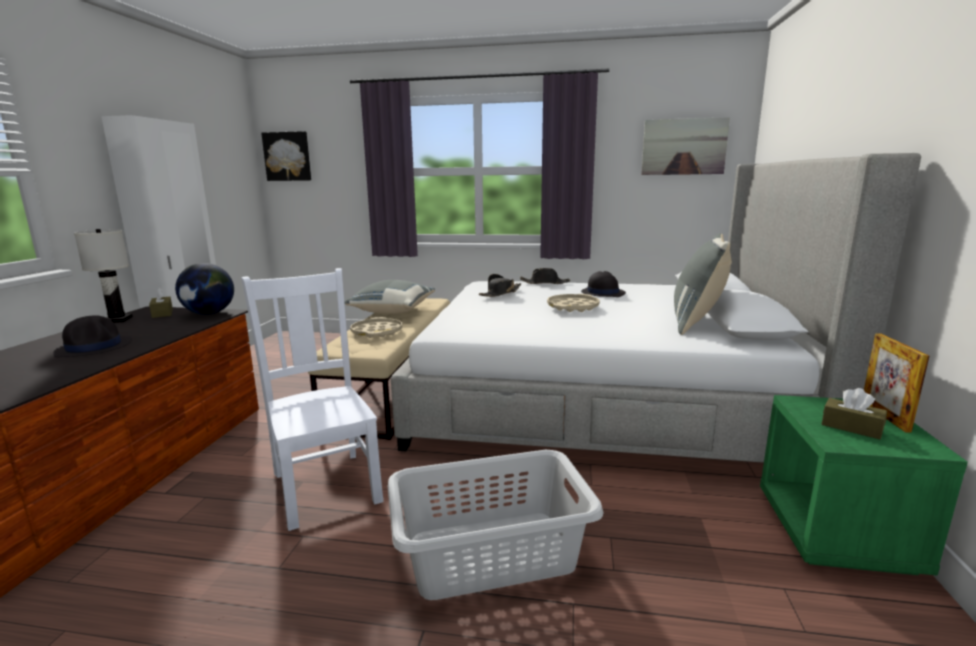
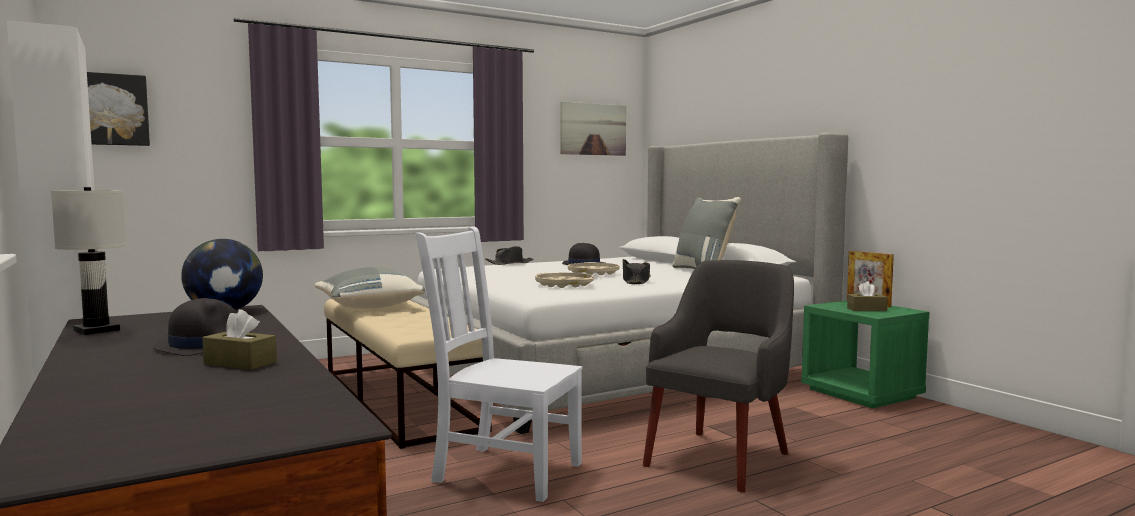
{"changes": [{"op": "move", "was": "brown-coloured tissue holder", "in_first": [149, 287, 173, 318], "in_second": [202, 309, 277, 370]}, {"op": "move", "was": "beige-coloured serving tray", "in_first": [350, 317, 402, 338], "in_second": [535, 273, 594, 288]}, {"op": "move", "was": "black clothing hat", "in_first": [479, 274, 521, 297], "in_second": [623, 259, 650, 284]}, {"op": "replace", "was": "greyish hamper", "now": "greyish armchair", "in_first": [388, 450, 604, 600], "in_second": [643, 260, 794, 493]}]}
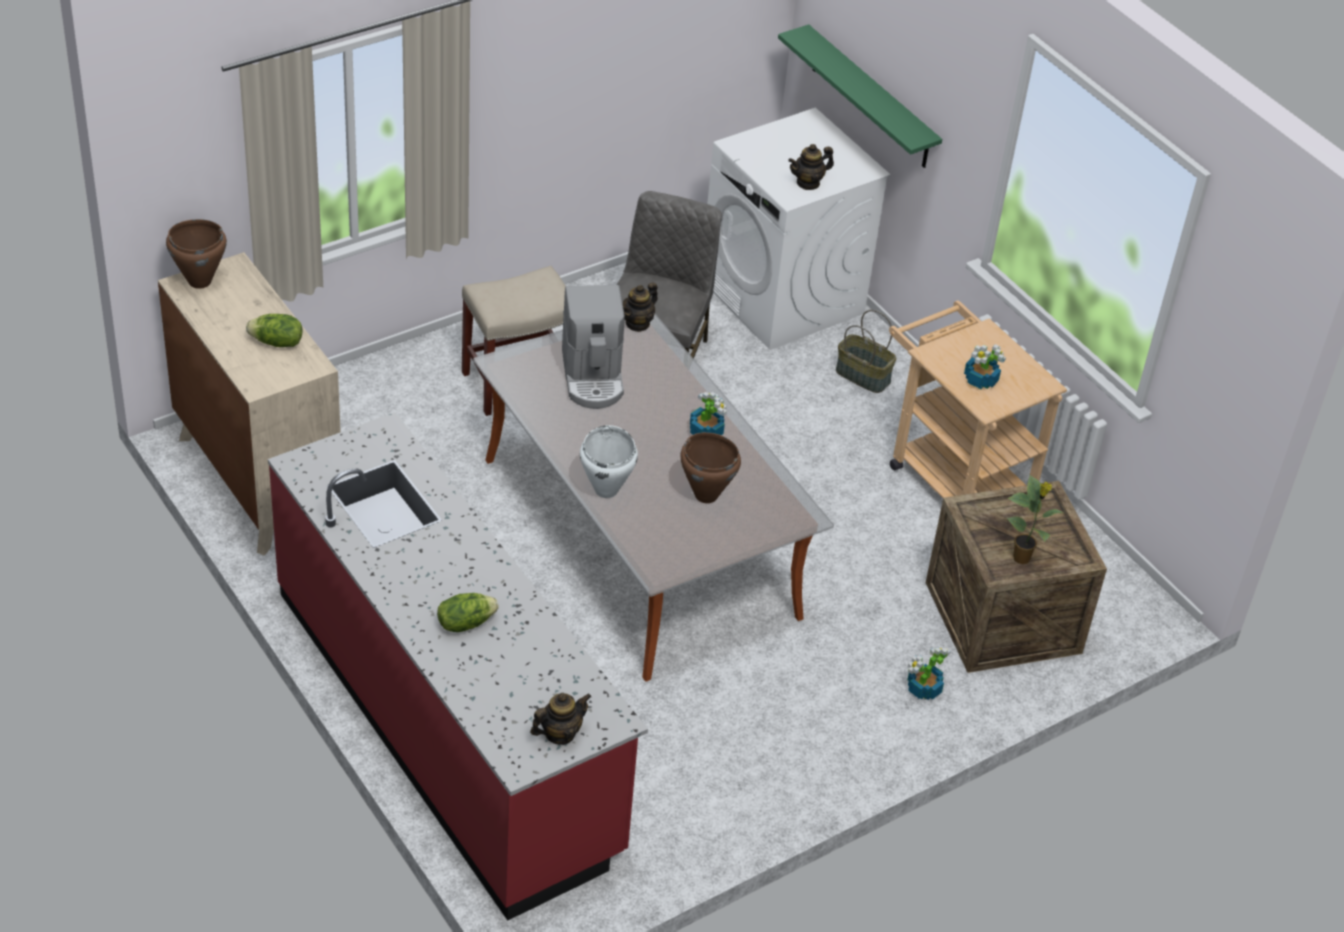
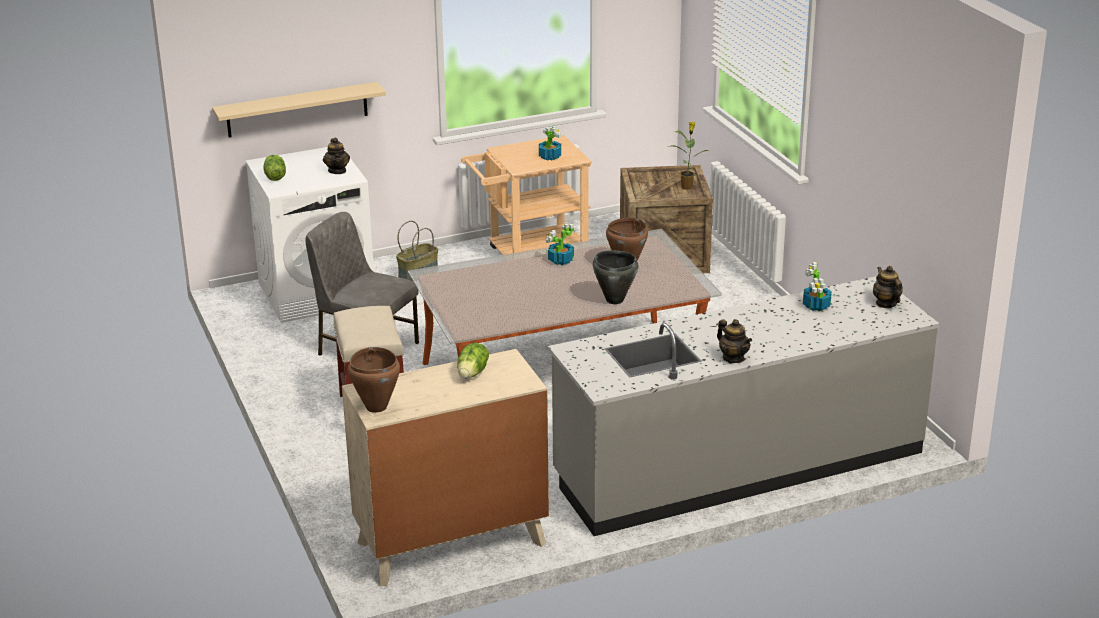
{"changes": [{"op": "delete", "was": "coffee maker", "in_first": [562, 285, 625, 409]}, {"op": "move", "was": "lettuce head", "in_first": [437, 593, 499, 632], "in_second": [263, 155, 286, 181]}, {"op": "move", "was": "teapot", "in_first": [623, 282, 658, 332], "in_second": [717, 319, 752, 363]}, {"op": "move", "was": "houseplant", "in_first": [907, 647, 951, 700], "in_second": [803, 262, 832, 311]}, {"op": "recolor", "was": "red-coloured kitchen counter", "now": "greyish kitchen counter", "in_first": [268, 412, 648, 921], "in_second": [548, 276, 940, 536]}, {"op": "recolor", "was": "whitish saucepot", "now": "black saucepot", "in_first": [580, 425, 638, 498], "in_second": [593, 251, 638, 304]}, {"op": "recolor", "was": "green bracket shelf", "now": "beige-coloured bracket shelf", "in_first": [778, 24, 942, 168], "in_second": [212, 82, 386, 137]}]}
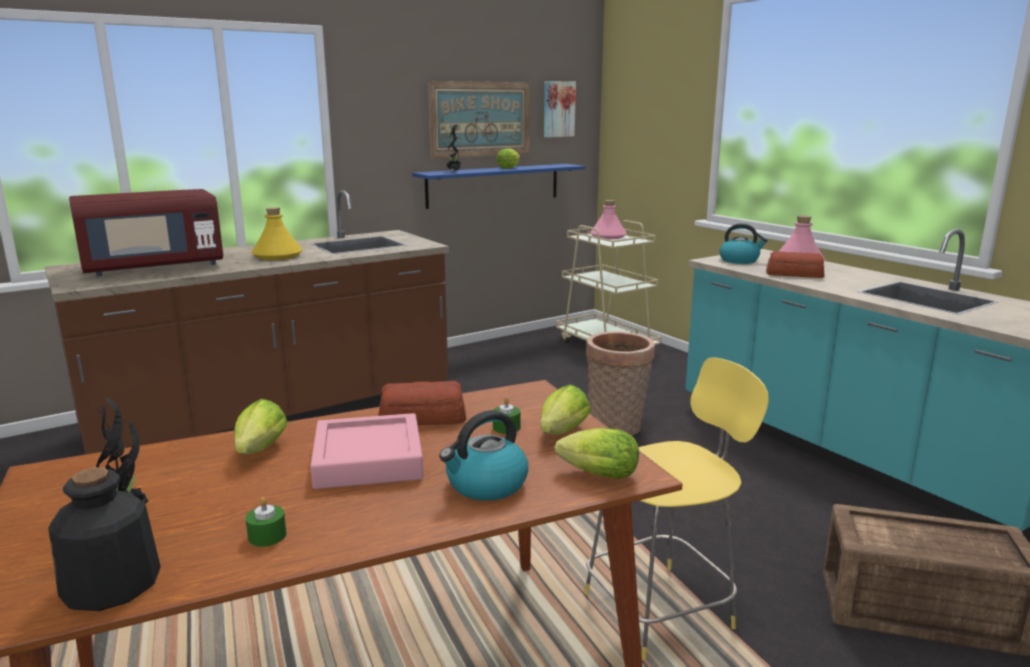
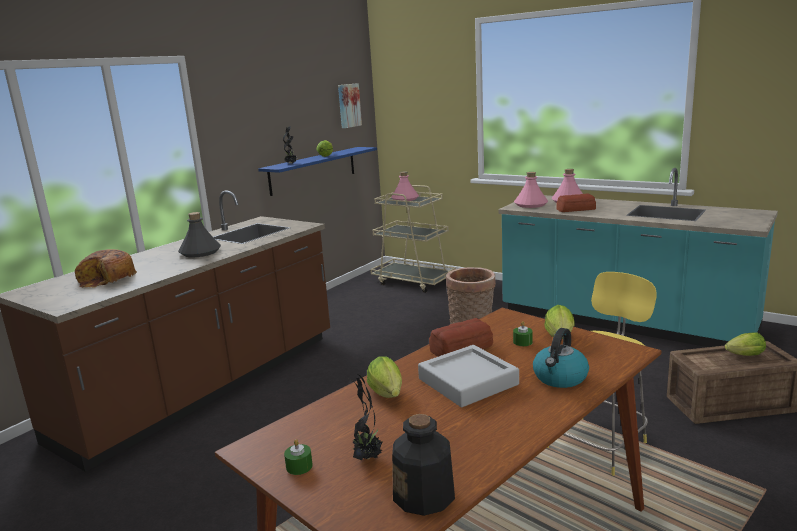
{"changes": [{"op": "delete", "was": "wall picture", "in_first": [428, 81, 530, 159]}, {"op": "move", "was": "green candle", "in_first": [246, 497, 287, 547], "in_second": [284, 439, 313, 475]}, {"op": "move", "was": "lettuce head", "in_first": [555, 428, 639, 479], "in_second": [725, 332, 766, 356]}, {"op": "replace", "was": "red-coloured kitchen microwave", "now": "bakery bread", "in_first": [69, 189, 223, 276], "in_second": [75, 249, 137, 288]}, {"op": "replace", "was": "water kettle", "now": "pink-coloured drink bottle", "in_first": [719, 223, 768, 264], "in_second": [514, 172, 548, 208]}, {"op": "recolor", "was": "yellowish drink bottle", "now": "greyish drink bottle", "in_first": [251, 207, 303, 260], "in_second": [178, 212, 221, 258]}, {"op": "recolor", "was": "pink-coloured serving tray", "now": "greyish serving tray", "in_first": [310, 413, 423, 489], "in_second": [418, 345, 519, 407]}]}
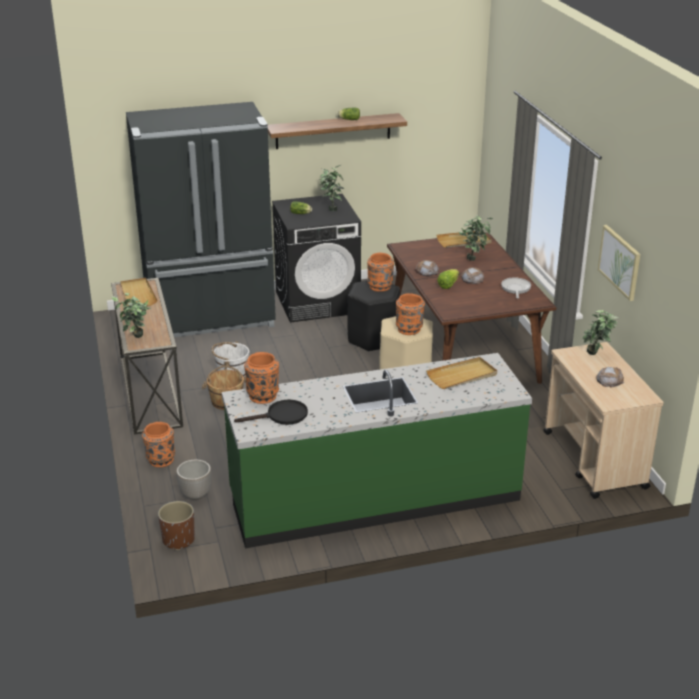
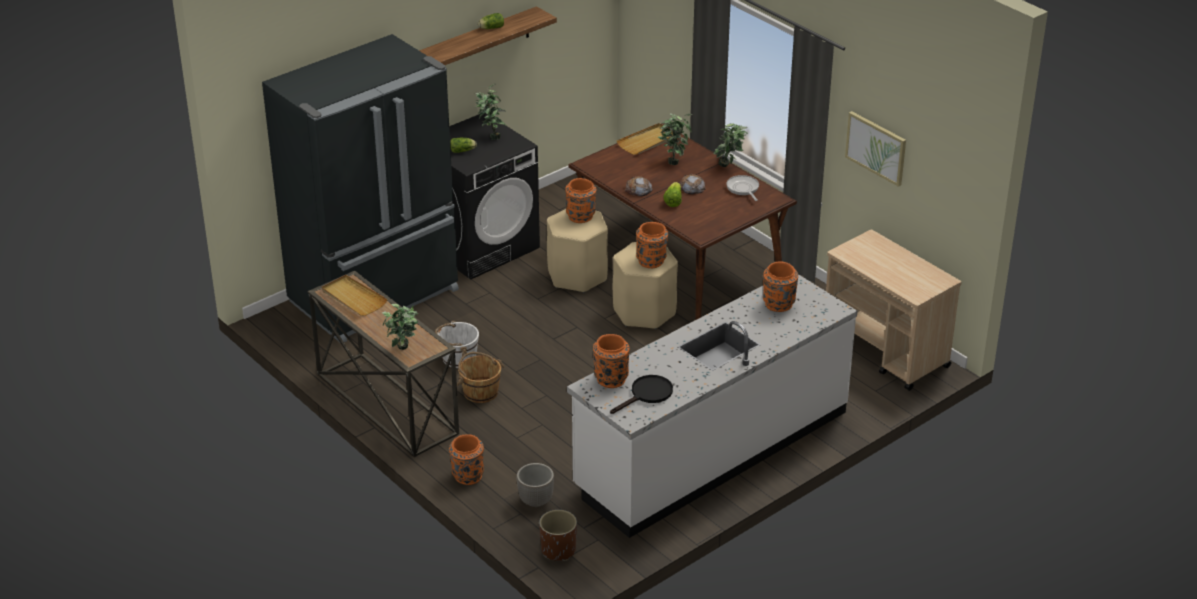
{"changes": [{"op": "delete", "was": "bakery bread", "in_first": [597, 367, 624, 388]}, {"op": "move", "was": "houseplant", "in_first": [581, 310, 619, 355], "in_second": [713, 123, 748, 167]}, {"op": "replace", "was": "beige-coloured serving tray", "now": "orange flower vase", "in_first": [426, 357, 497, 389], "in_second": [763, 261, 798, 312]}, {"op": "recolor", "was": "green kitchen counter", "now": "whitish kitchen counter", "in_first": [222, 353, 532, 548], "in_second": [567, 274, 857, 538]}, {"op": "recolor", "was": "black sitting stool", "now": "beige-coloured sitting stool", "in_first": [347, 281, 400, 352], "in_second": [547, 209, 608, 293]}]}
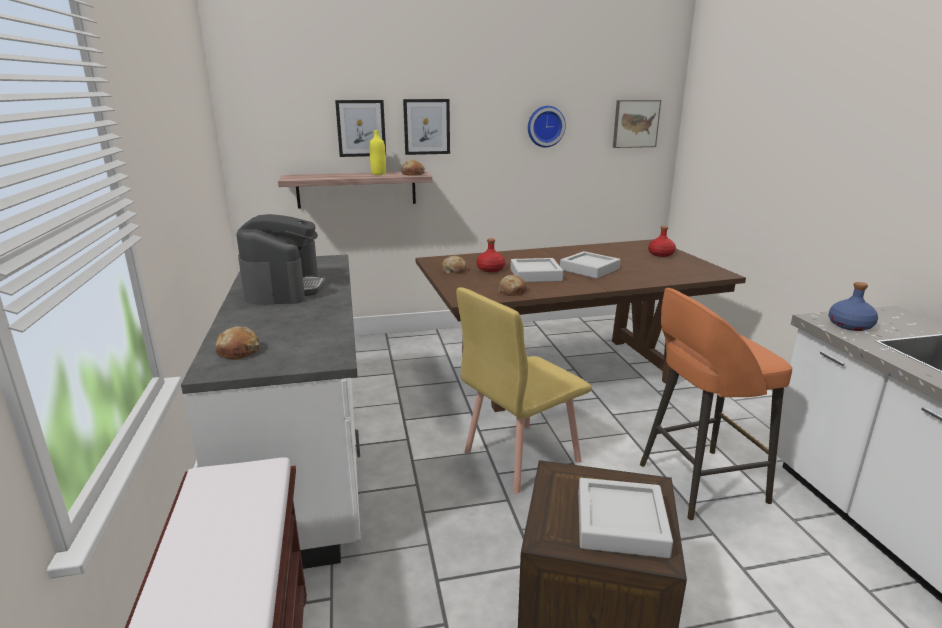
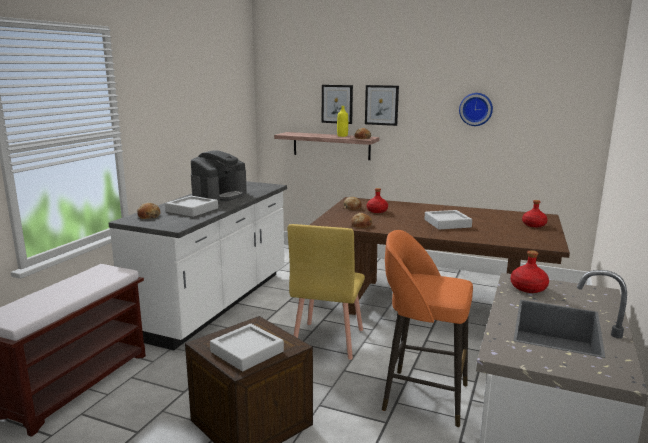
{"changes": [{"op": "delete", "was": "wall picture", "in_first": [613, 100, 661, 148]}, {"op": "move", "was": "greyish serving tray", "in_first": [510, 258, 563, 282], "in_second": [165, 196, 218, 217]}, {"op": "recolor", "was": "blue-coloured drink bottle", "now": "red-coloured drink bottle", "in_first": [829, 282, 878, 331], "in_second": [510, 250, 549, 293]}, {"op": "rotate", "was": "yellowish upright chair", "in_first": [456, 287, 592, 494], "in_second": [288, 224, 365, 360], "clockwise": -75}]}
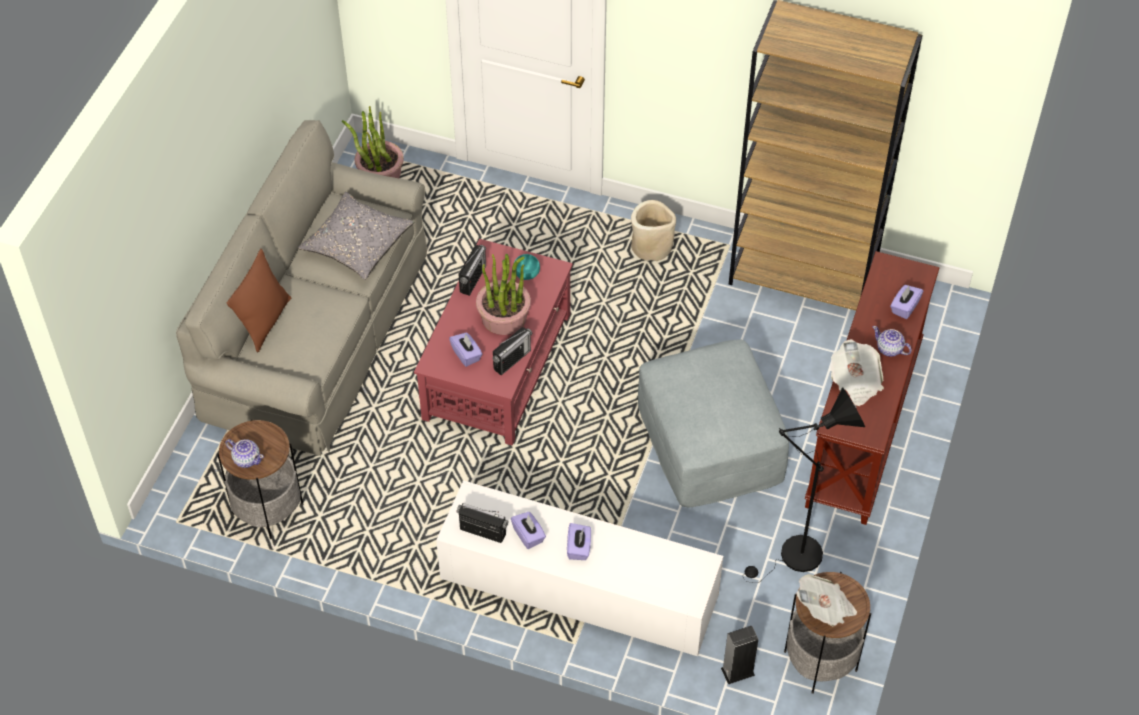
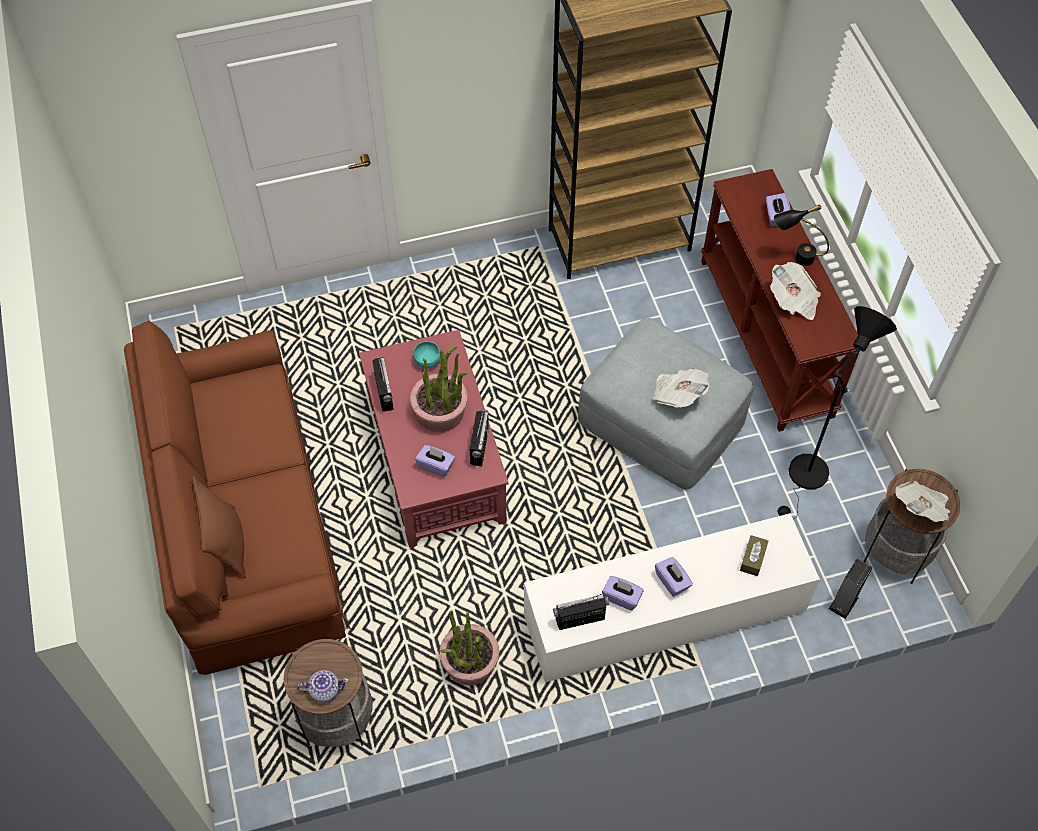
{"changes": [{"op": "delete", "was": "greyish pillow", "in_first": [298, 192, 415, 280]}, {"op": "delete", "was": "beige-coloured flower pot", "in_first": [631, 200, 676, 261]}, {"op": "insert", "now": "daily paper", "in_second": [653, 368, 709, 407]}, {"op": "insert", "now": "brown-coloured tissue holder", "in_second": [740, 535, 768, 576]}, {"op": "move", "was": "houseplant", "in_first": [342, 106, 404, 178], "in_second": [440, 611, 499, 686]}, {"op": "replace", "was": "teapot", "now": "black tabletop lamp", "in_first": [873, 326, 912, 357], "in_second": [774, 204, 829, 266]}, {"op": "recolor", "was": "greyish couch", "now": "brown-coloured couch", "in_first": [176, 120, 427, 456], "in_second": [124, 321, 351, 675]}]}
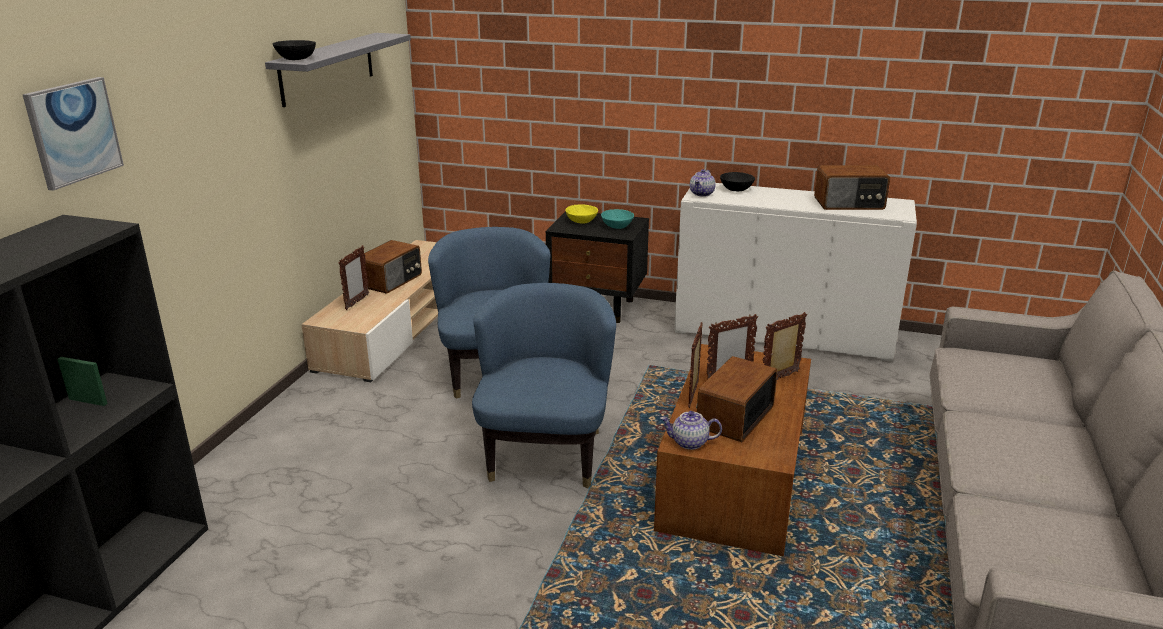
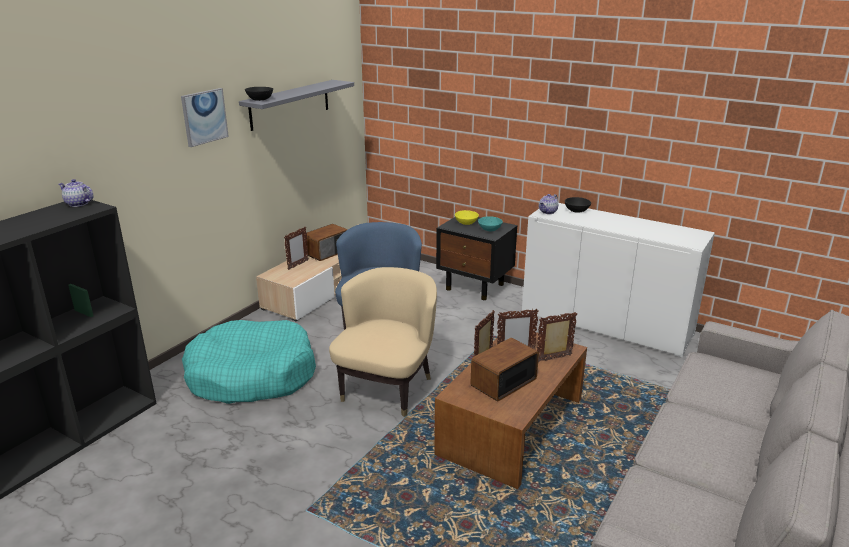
{"changes": [{"op": "delete", "was": "radio set", "in_first": [814, 165, 890, 210]}, {"op": "insert", "now": "turquoise dog cushion", "in_second": [182, 320, 316, 404]}, {"op": "move", "was": "wall picture", "in_first": [23, 77, 124, 191], "in_second": [181, 88, 229, 147]}, {"op": "move", "was": "teapot", "in_first": [660, 411, 722, 450], "in_second": [58, 179, 94, 207]}, {"op": "recolor", "was": "blue-coloured armchair", "now": "beige-coloured armchair", "in_first": [472, 283, 616, 488], "in_second": [329, 267, 437, 417]}]}
